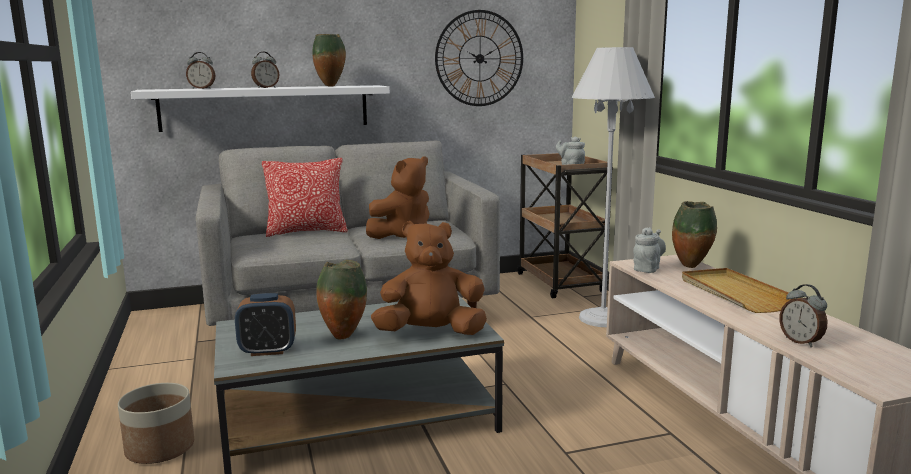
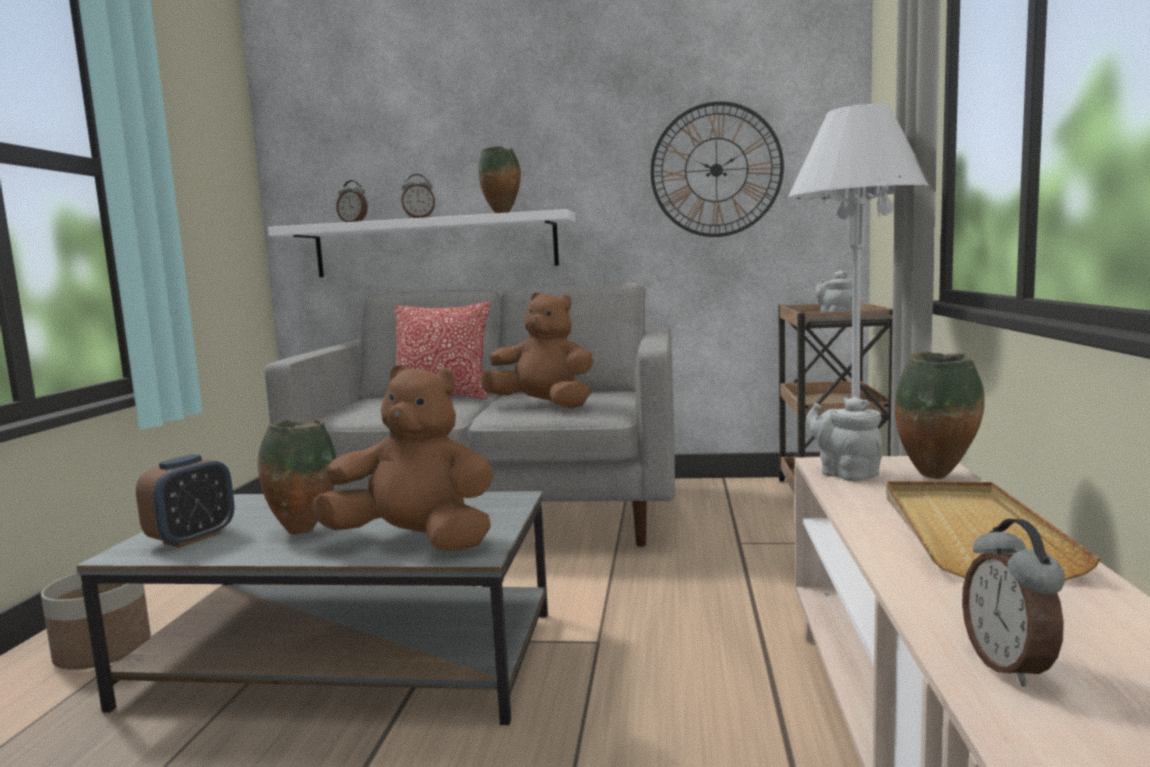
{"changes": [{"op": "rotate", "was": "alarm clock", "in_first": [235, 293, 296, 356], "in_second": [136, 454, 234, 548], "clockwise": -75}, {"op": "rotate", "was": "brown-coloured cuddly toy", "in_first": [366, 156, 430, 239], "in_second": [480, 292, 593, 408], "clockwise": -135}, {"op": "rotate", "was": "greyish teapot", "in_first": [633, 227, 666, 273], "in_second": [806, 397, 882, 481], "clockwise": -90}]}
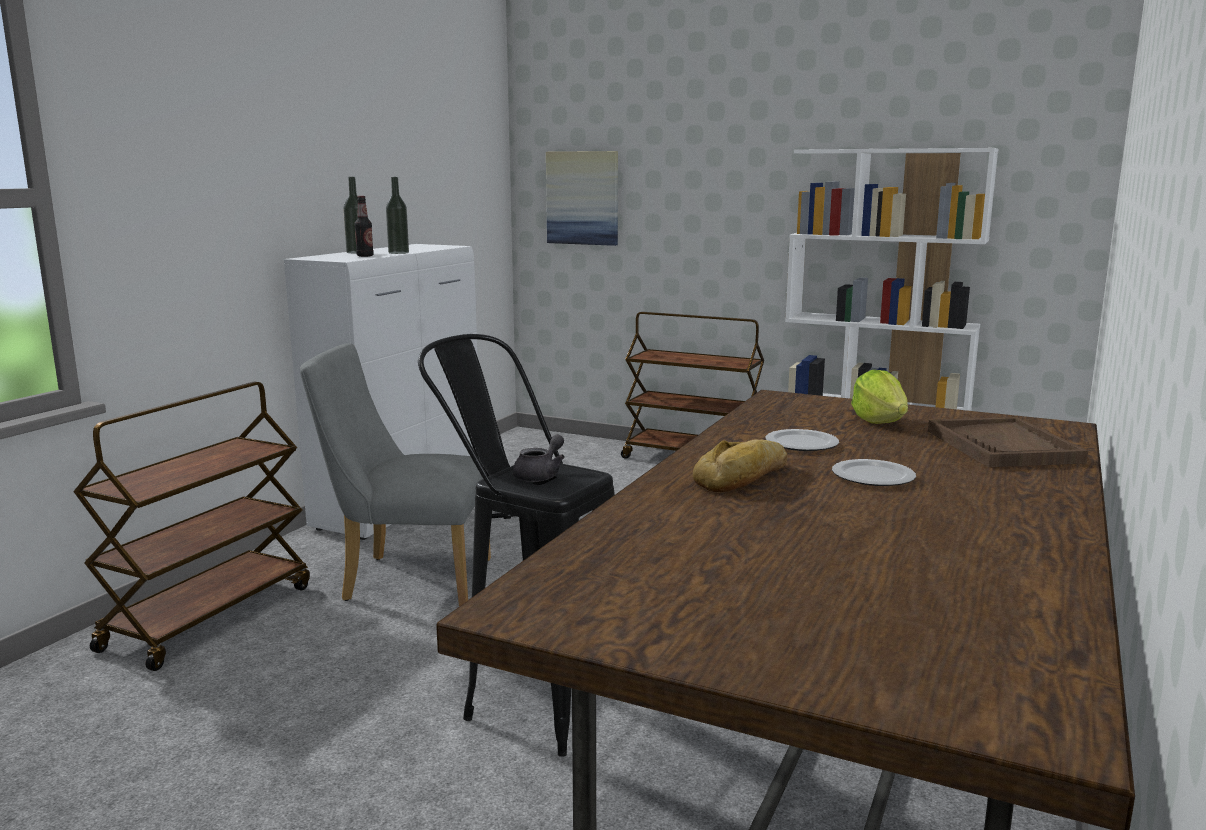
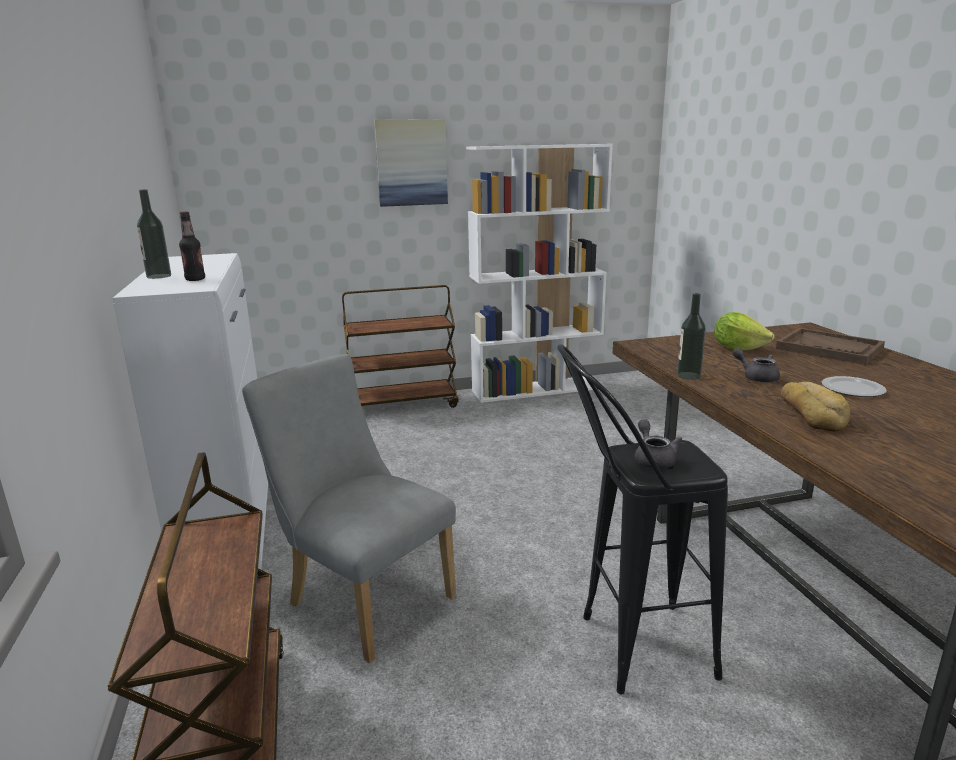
{"changes": [{"op": "move", "was": "drink bottle", "in_first": [386, 177, 409, 254], "in_second": [677, 293, 706, 380]}, {"op": "move", "was": "wall picture", "in_first": [546, 151, 618, 246], "in_second": [374, 119, 448, 207]}, {"op": "replace", "was": "dinner plate", "now": "greyish teapot", "in_first": [765, 429, 839, 451], "in_second": [732, 348, 780, 383]}, {"op": "rotate", "was": "greyish upright chair", "in_first": [300, 343, 491, 606], "in_second": [242, 354, 456, 663], "clockwise": 75}]}
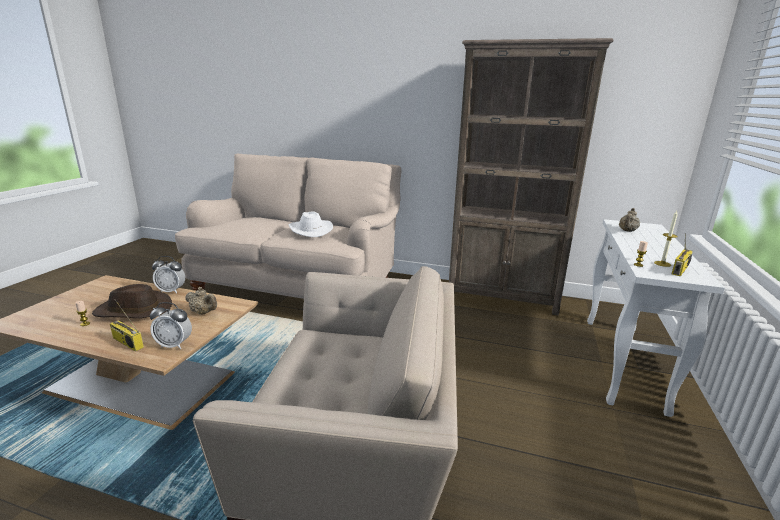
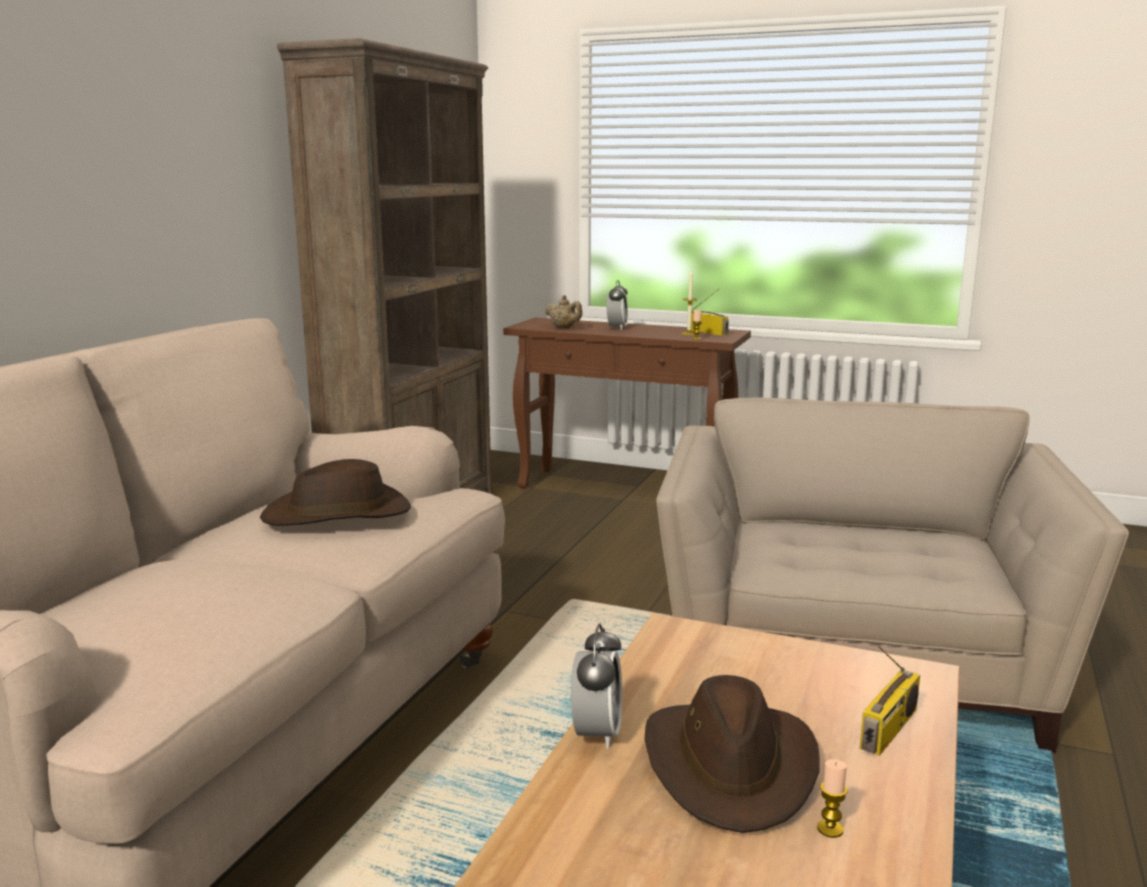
{"changes": [{"op": "delete", "was": "beige-coloured teapot", "in_first": [185, 287, 217, 315]}, {"op": "move", "was": "alarm clock", "in_first": [150, 302, 192, 349], "in_second": [606, 280, 628, 330]}, {"op": "recolor", "was": "whitish clothing hat", "now": "brown-coloured clothing hat", "in_first": [289, 211, 333, 237], "in_second": [260, 459, 411, 526]}, {"op": "recolor", "was": "whitish console table", "now": "brown-coloured console table", "in_first": [587, 219, 725, 417], "in_second": [503, 317, 751, 488]}]}
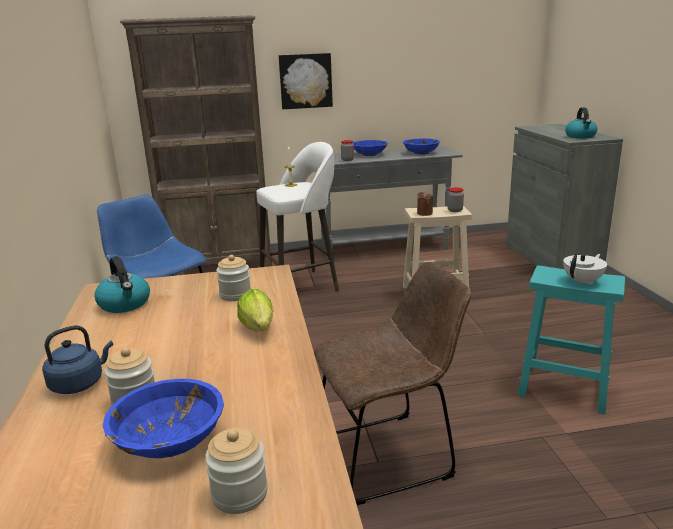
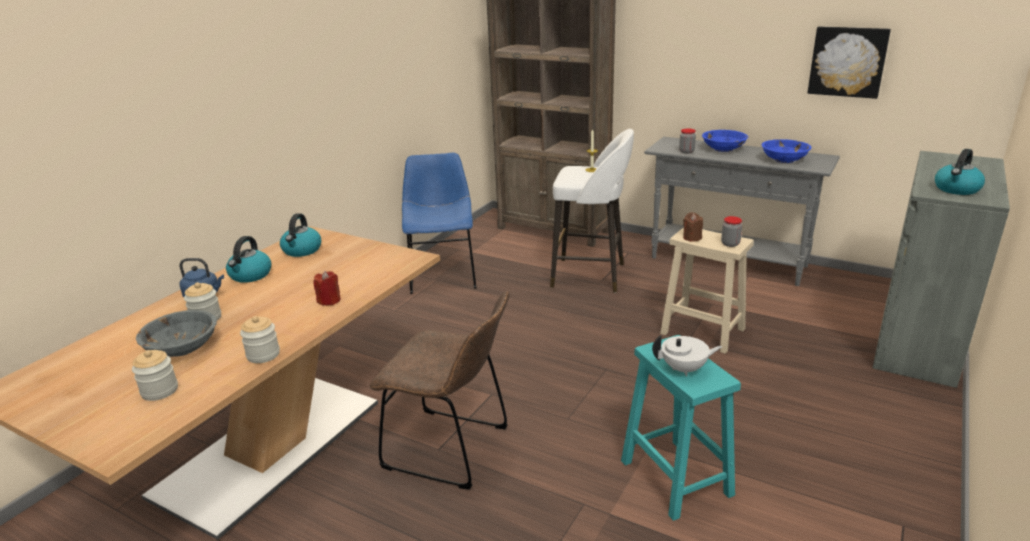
{"changes": [{"op": "insert", "now": "water kettle", "in_second": [226, 236, 272, 283]}, {"op": "move", "was": "preserve jar", "in_first": [216, 255, 251, 301], "in_second": [240, 316, 280, 363]}, {"op": "move", "was": "wall picture", "in_first": [279, 53, 333, 109], "in_second": [808, 26, 891, 99]}, {"op": "replace", "was": "lettuce head", "now": "red-coloured candle", "in_first": [237, 289, 274, 332], "in_second": [313, 271, 341, 306]}, {"op": "recolor", "was": "blue-coloured bowl", "now": "greyish bowl", "in_first": [103, 379, 224, 458], "in_second": [136, 310, 217, 357]}]}
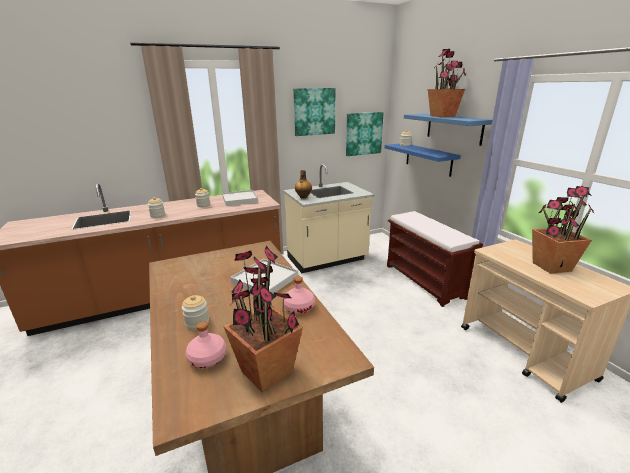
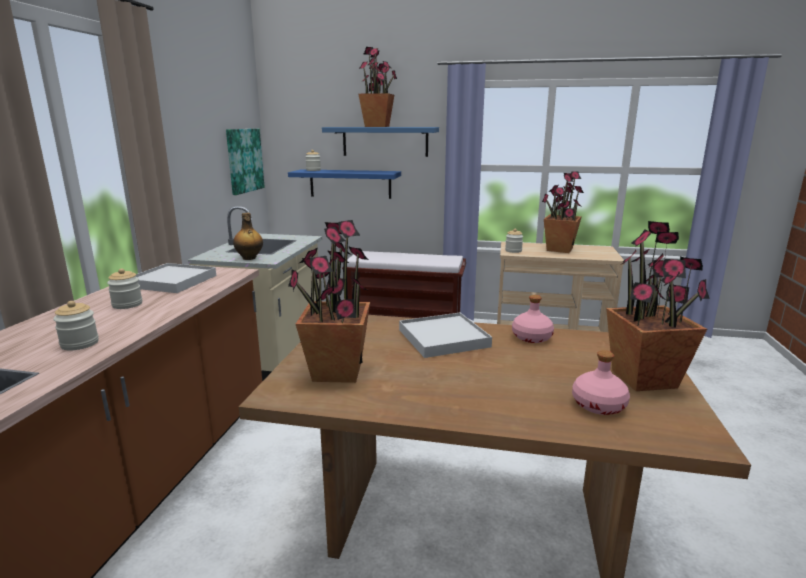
{"changes": [{"op": "delete", "was": "wall picture", "in_first": [293, 88, 335, 136]}, {"op": "insert", "now": "houseplant", "in_second": [288, 220, 370, 383]}, {"op": "move", "was": "preserve jar", "in_first": [182, 295, 209, 330], "in_second": [505, 229, 523, 253]}]}
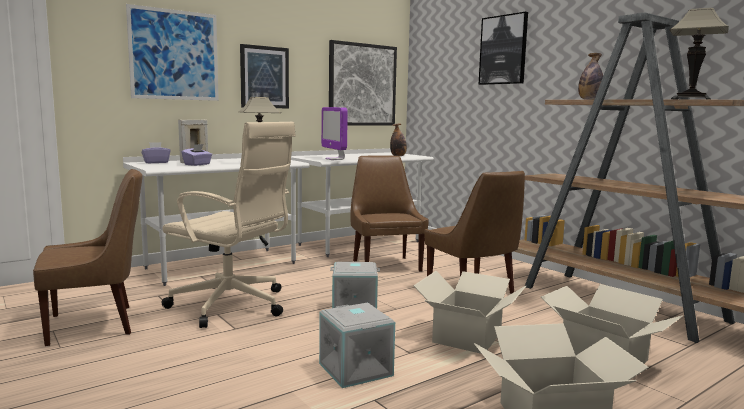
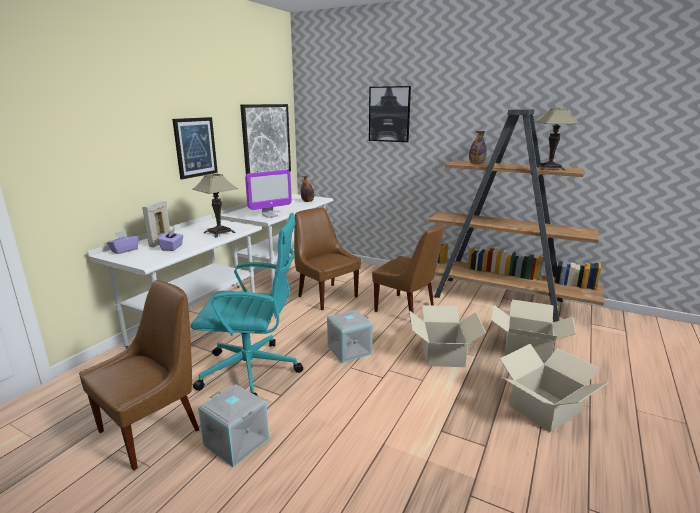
{"changes": [{"op": "delete", "was": "wall picture", "in_first": [126, 4, 219, 101]}, {"op": "move", "was": "greyish storage container", "in_first": [319, 303, 395, 388], "in_second": [198, 384, 269, 467]}, {"op": "recolor", "was": "beige-coloured office chair", "now": "turquoise office chair", "in_first": [162, 122, 296, 328], "in_second": [190, 213, 303, 396]}, {"op": "rotate", "was": "monitor", "in_first": [321, 107, 348, 160], "in_second": [245, 170, 292, 218], "clockwise": -75}]}
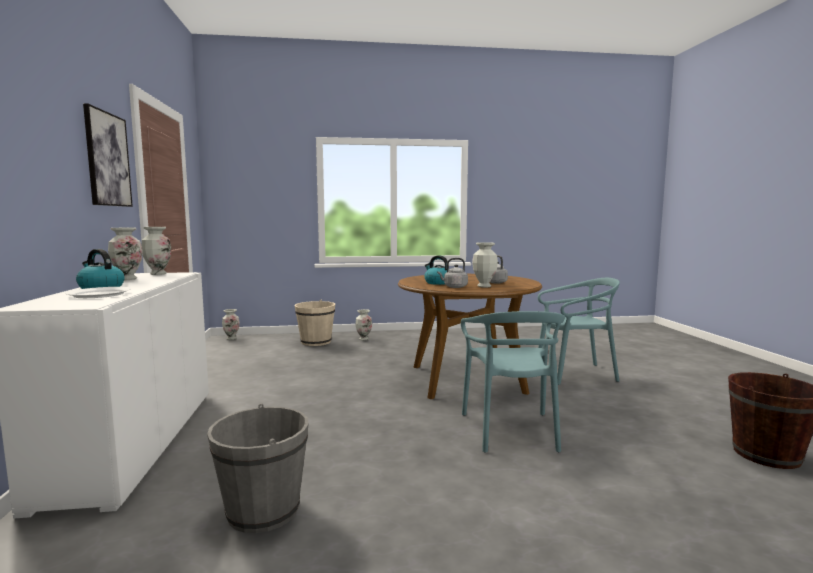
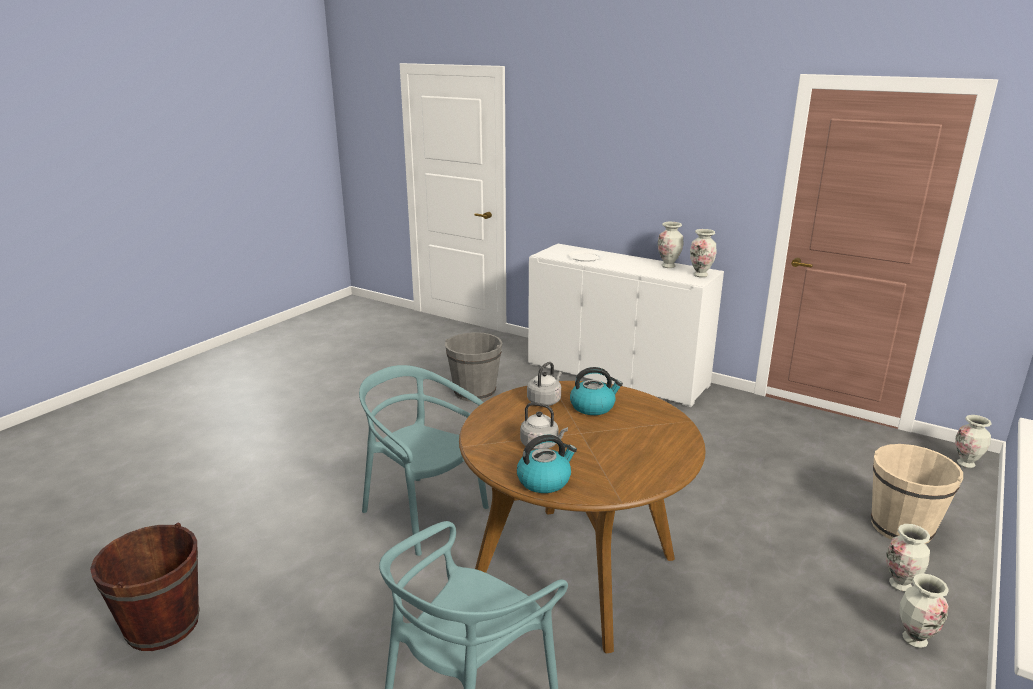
{"changes": [{"op": "delete", "was": "wall picture", "in_first": [83, 103, 133, 207]}, {"op": "move", "was": "water kettle", "in_first": [76, 249, 125, 289], "in_second": [517, 435, 577, 493]}, {"op": "move", "was": "flower vase", "in_first": [472, 242, 498, 288], "in_second": [899, 573, 949, 648]}]}
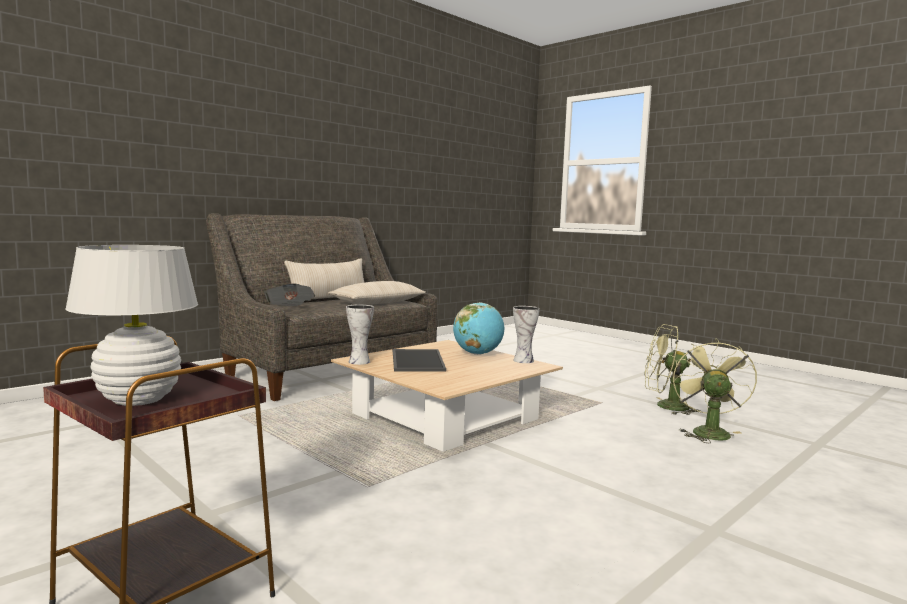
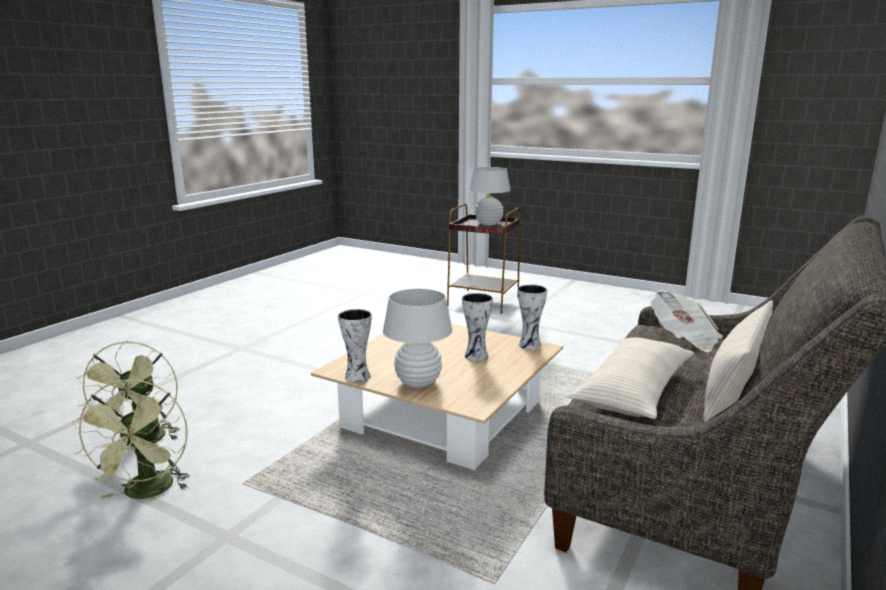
{"changes": [{"op": "replace", "was": "serving tray", "now": "flower vase", "in_first": [393, 349, 446, 372], "in_second": [462, 293, 493, 361]}, {"op": "replace", "was": "world globe", "now": "whitish tabletop lamp", "in_first": [453, 302, 504, 355], "in_second": [383, 288, 453, 388]}, {"op": "rotate", "was": "green fan", "in_first": [644, 324, 700, 415], "in_second": [72, 379, 190, 499], "clockwise": 90}]}
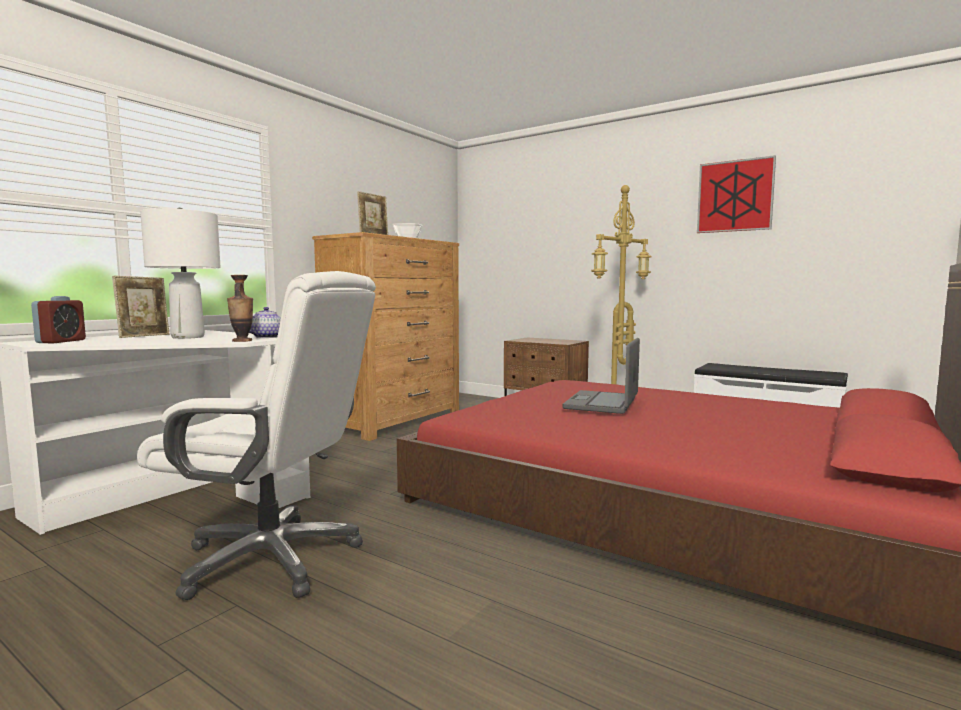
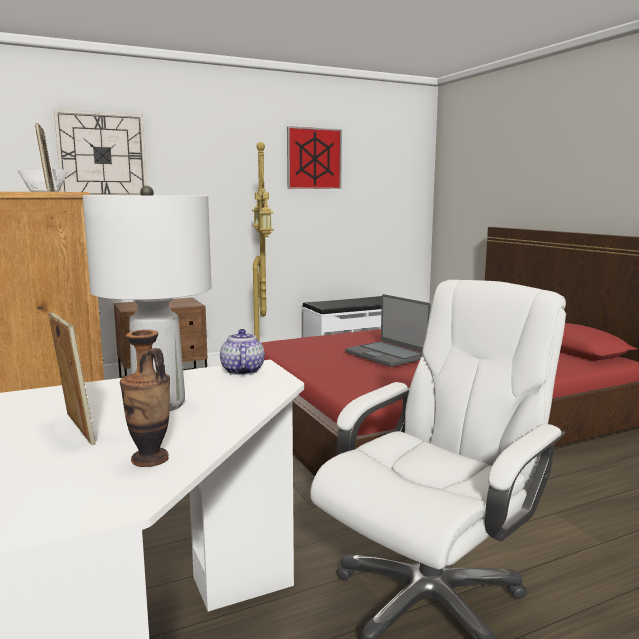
{"changes": [{"op": "delete", "was": "alarm clock", "in_first": [31, 296, 86, 343]}, {"op": "insert", "now": "wall clock", "in_second": [54, 109, 147, 195]}, {"op": "move", "was": "flower vase", "in_first": [227, 275, 253, 342], "in_second": [120, 330, 170, 467]}]}
